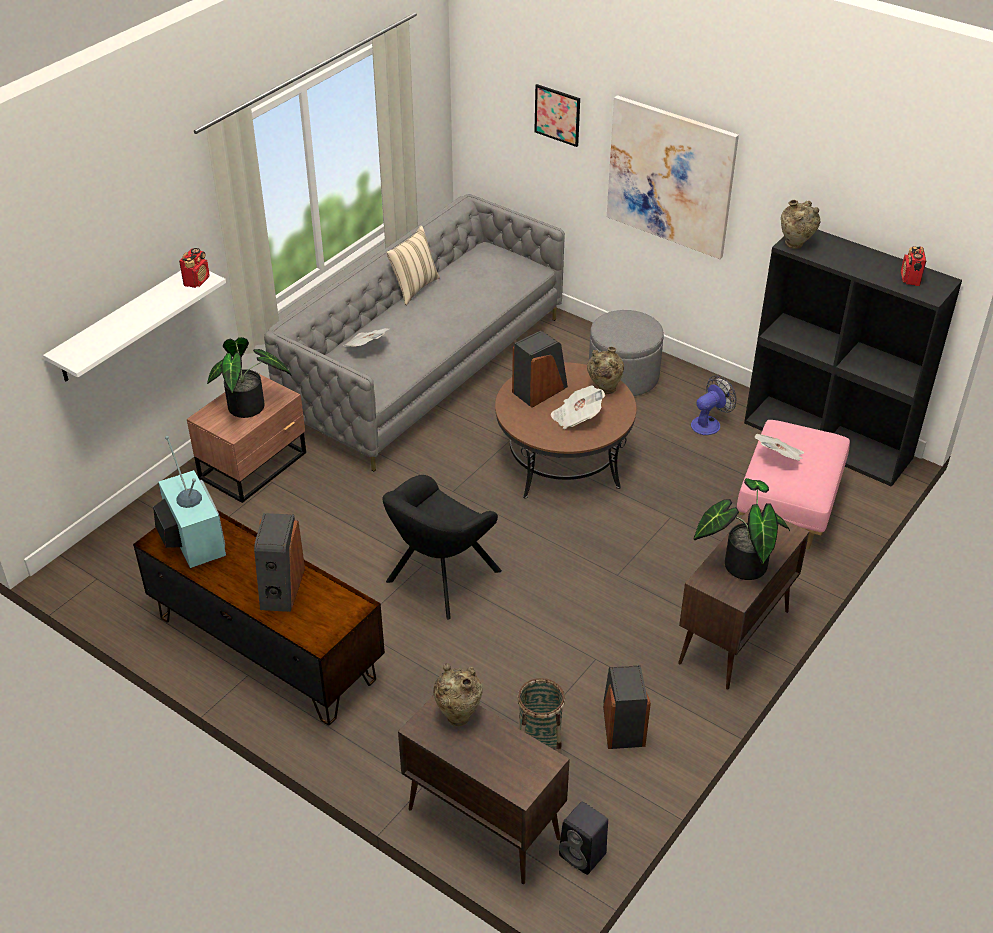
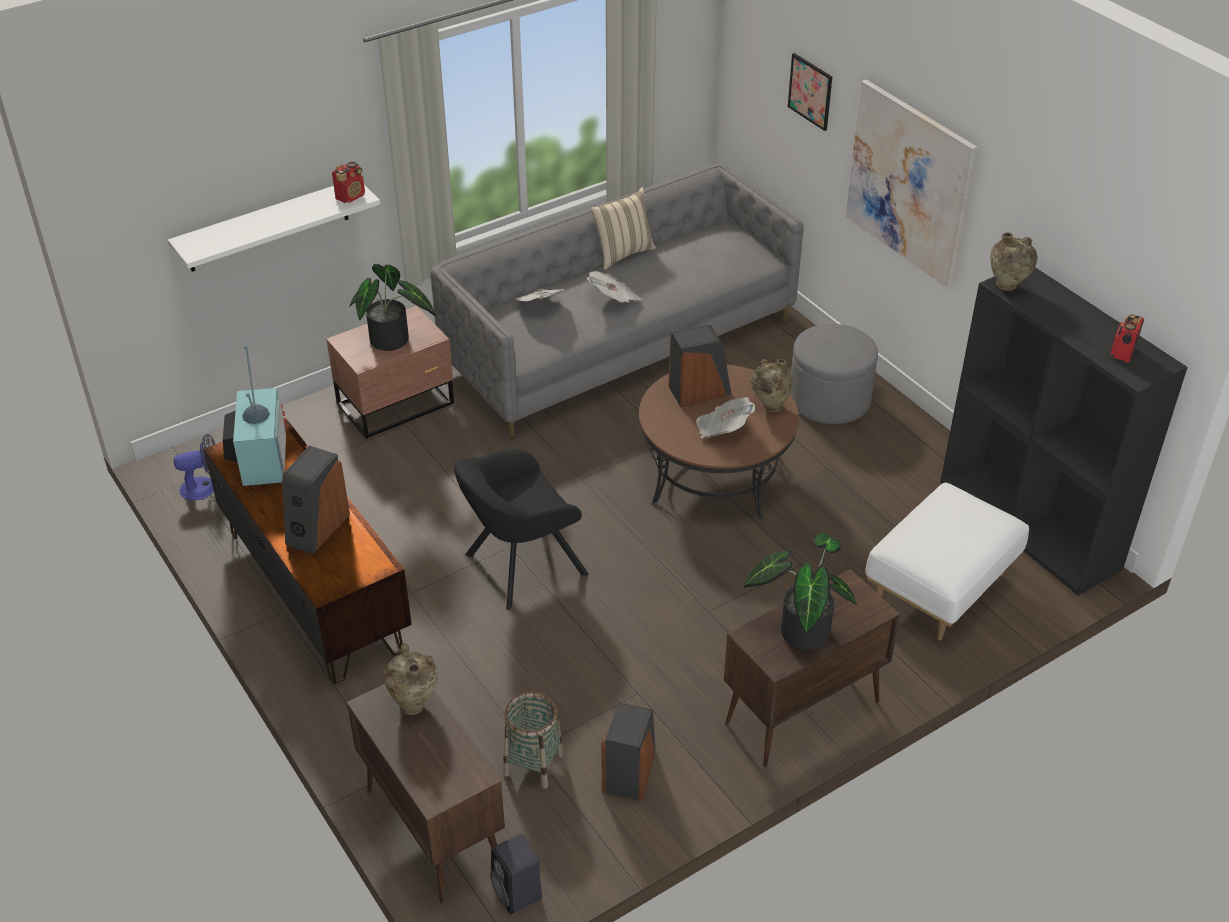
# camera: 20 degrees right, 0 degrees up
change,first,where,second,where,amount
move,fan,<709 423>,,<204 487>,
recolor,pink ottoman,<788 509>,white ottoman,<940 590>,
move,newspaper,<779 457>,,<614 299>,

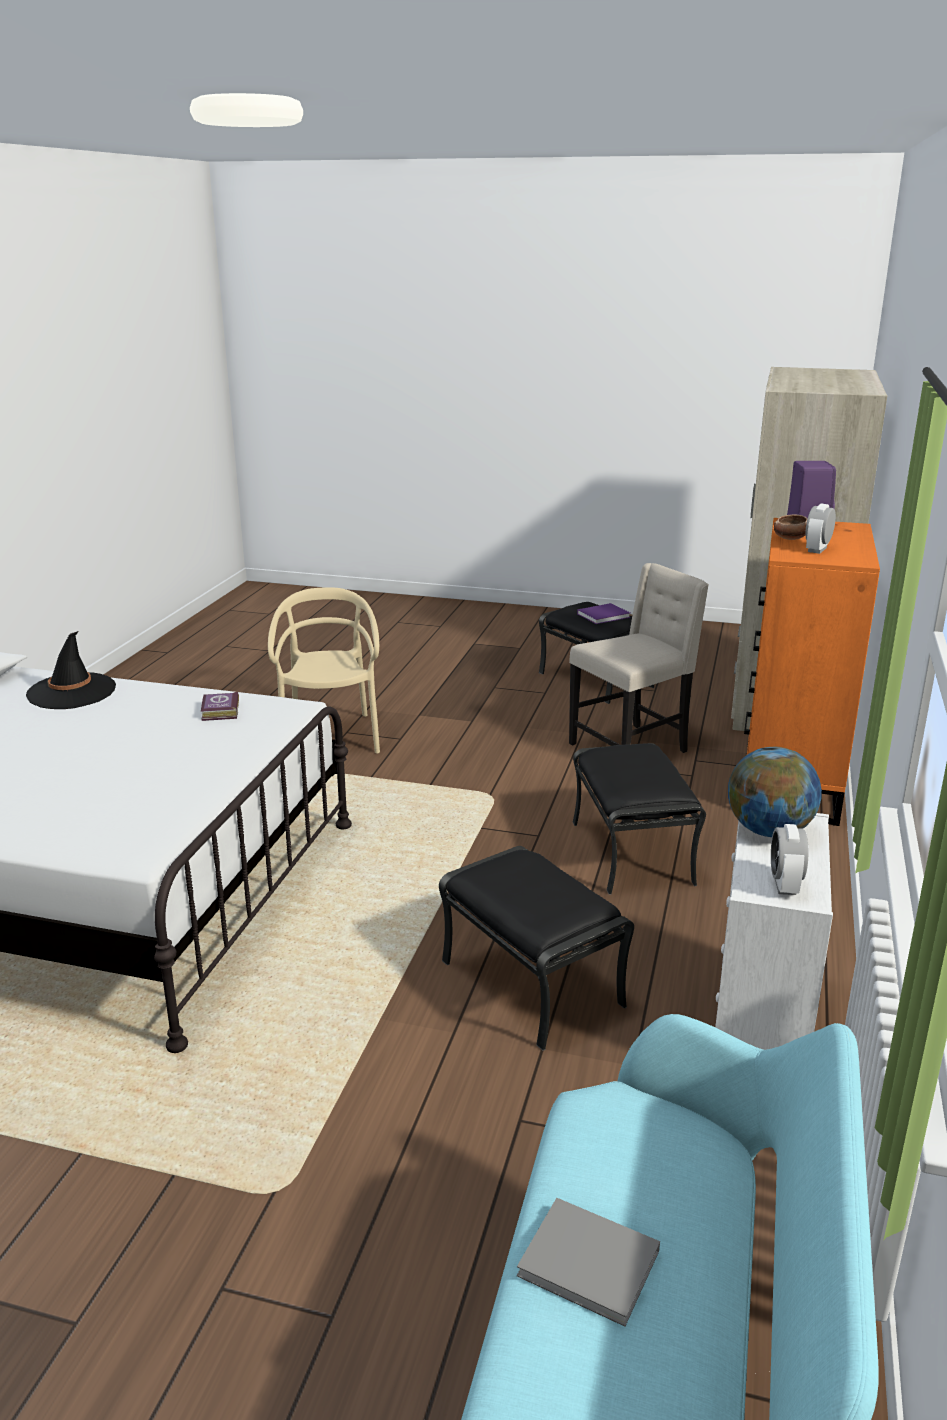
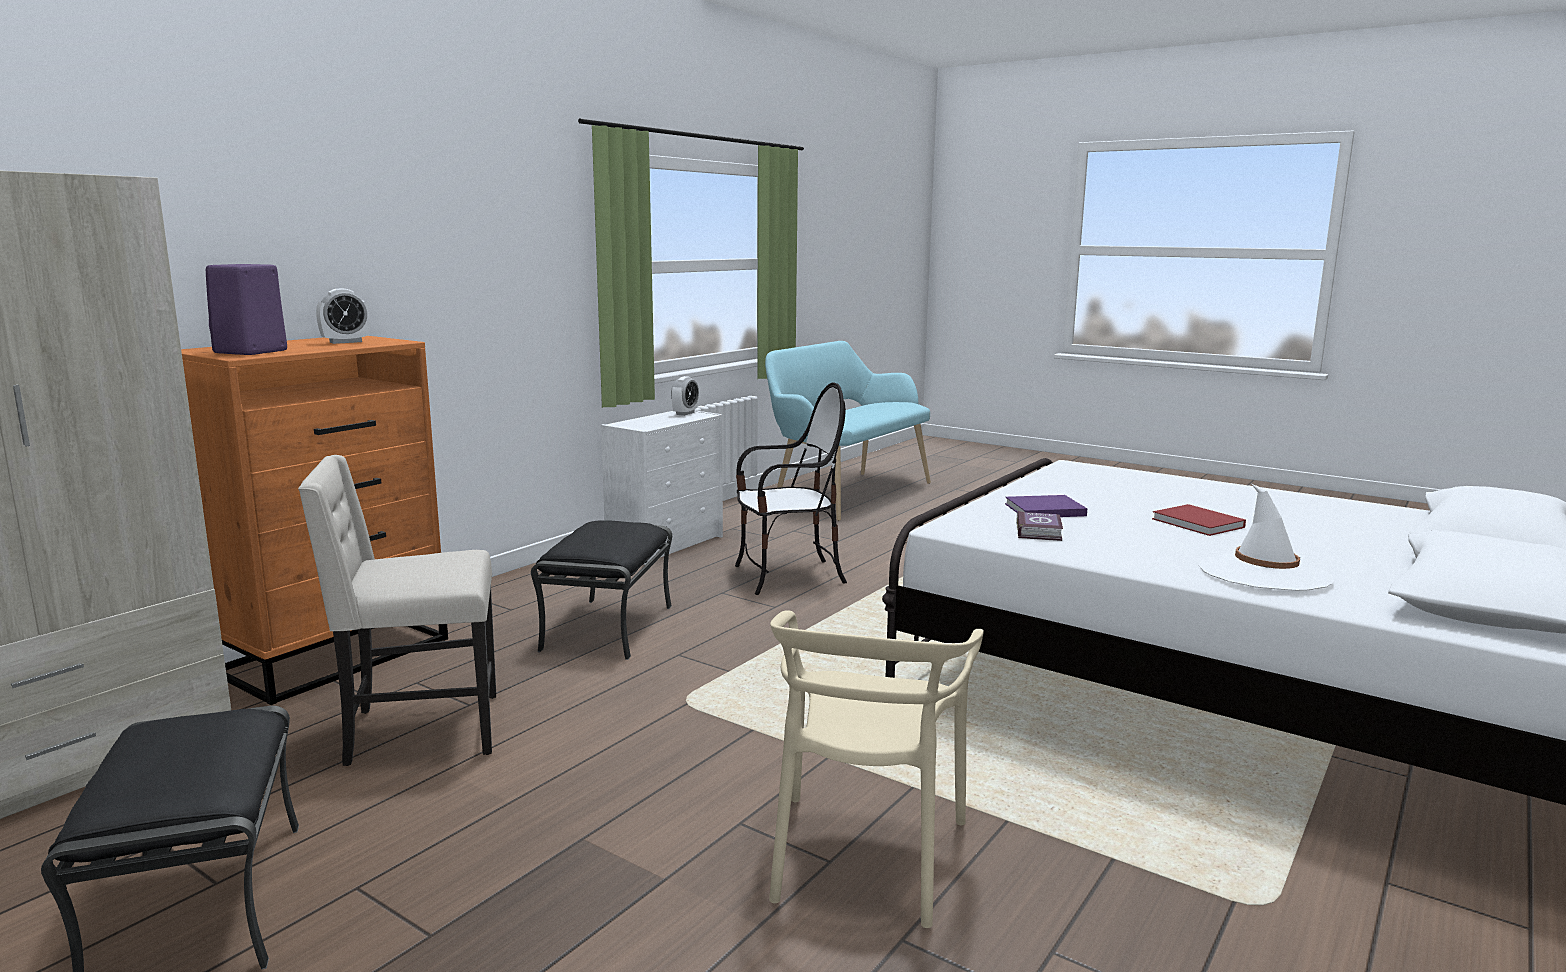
# camera: 160 degrees left, 10 degrees down
change,first,where,second,where,amount
recolor,black hat,<71 692>,white hat,<1264 574>,
replace,black ottoman,<529 983>,chair,<788 576>,
delete,grey book,<592 1265>,,,
move,purple book,<604 615>,,<1042 510>,
delete,globe,<769 831>,,,
delete,bowl,<791 538>,,,
insert,,,red book,<1200 523>,

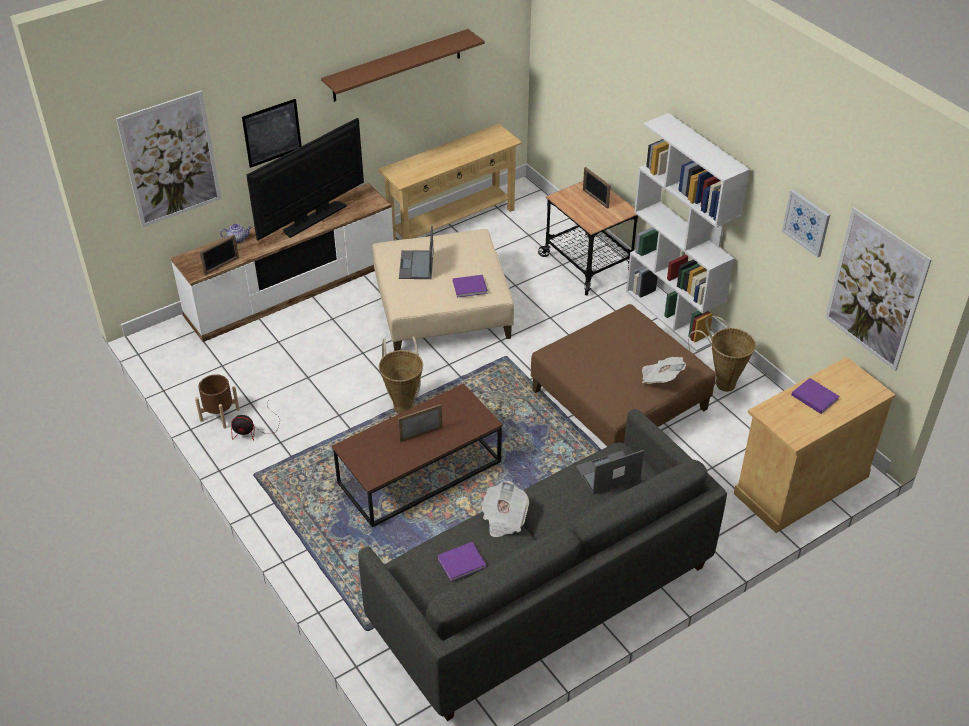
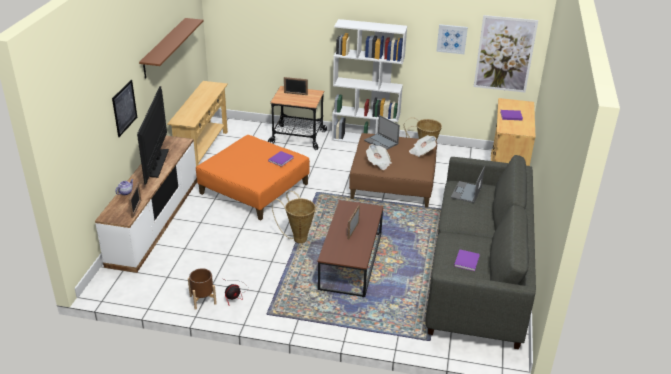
# camera: 45 degrees left, 10 degrees down
change,first,where,second,where,amount
delete,picture,<170 160>,,,
recolor,beige ottoman,<442 309>,orange ottoman,<254 189>,
move,laptop,<416 265>,,<381 142>,
move,newspaper,<504 518>,,<378 163>,

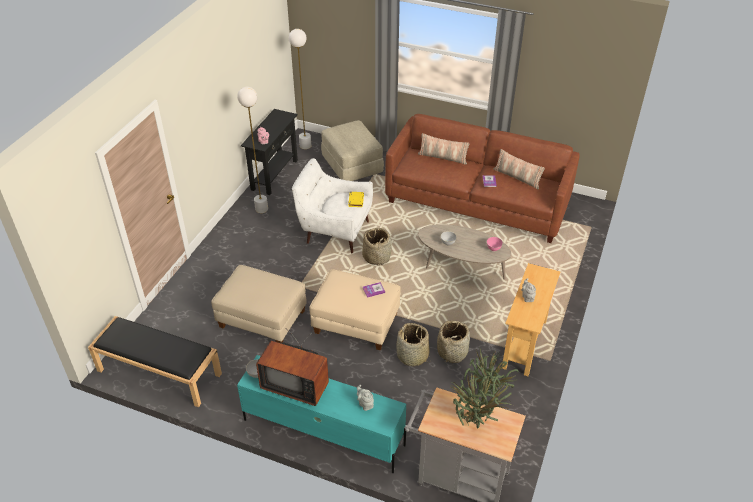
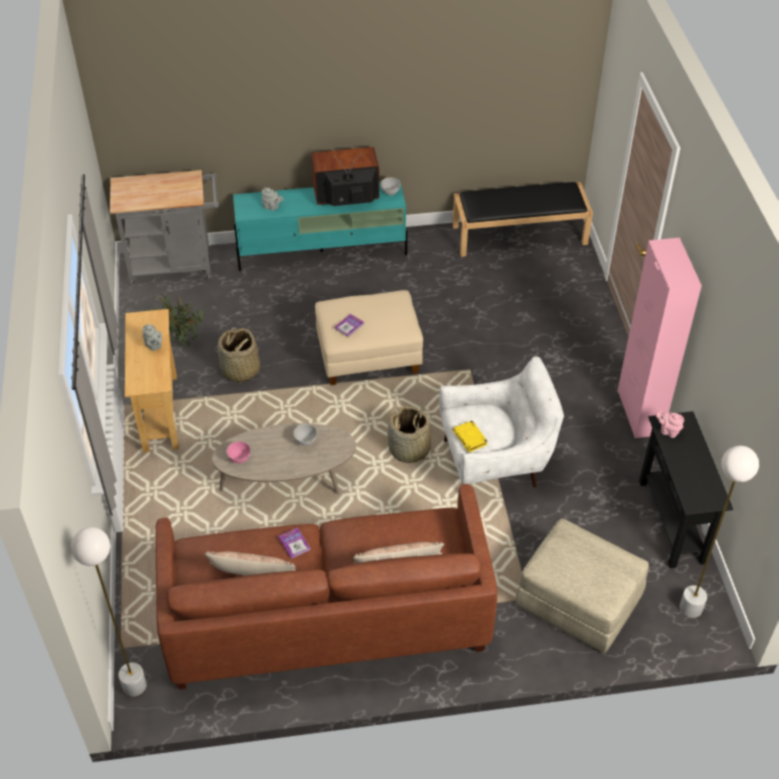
# camera: 150 degrees right, 5 degrees up
change,first,where,second,where,amount
delete,beige ottoman,<262 319>,,,
move,white floor lamp,<261 209>,,<134 686>,
delete,basket,<412 356>,,,
delete,potted plant,<476 423>,,,
insert,,,pink cabinet,<639 412>,

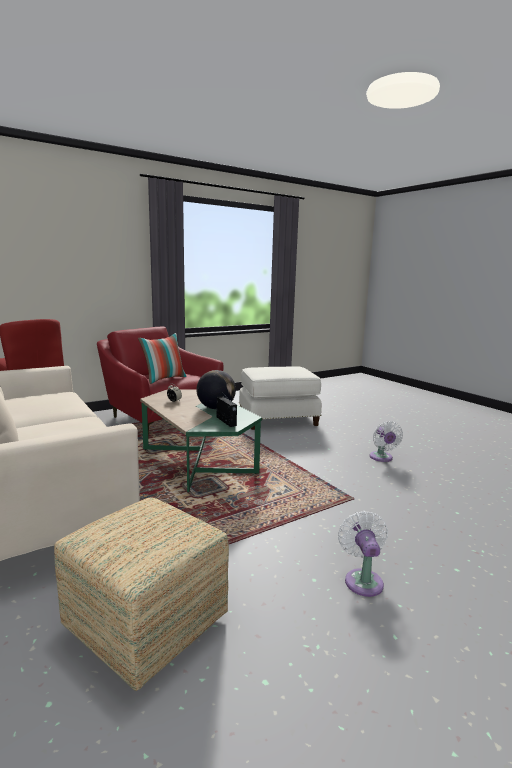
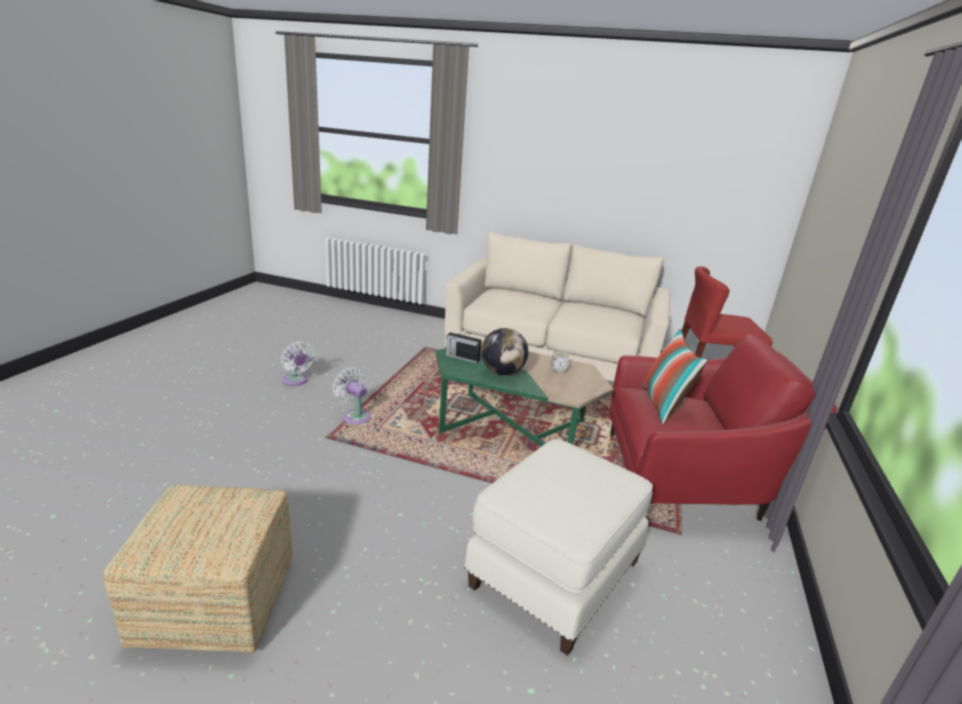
# camera: 140 degrees right, 10 degrees up
change,first,where,second,where,amount
move,ottoman,<144 623>,,<218 602>,
move,white fan,<382 458>,,<354 416>,

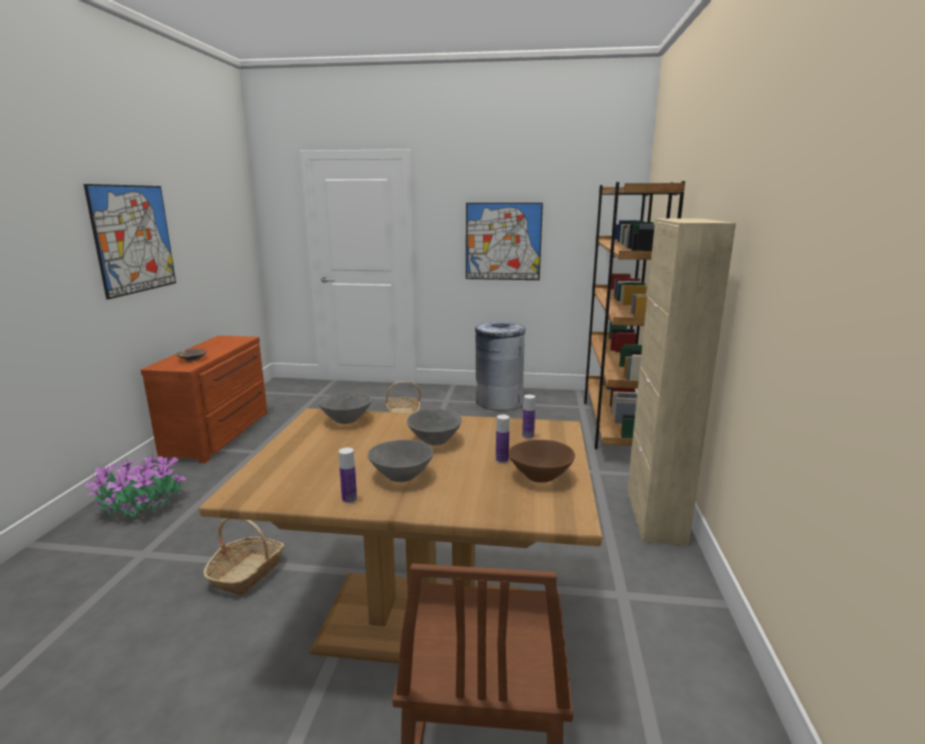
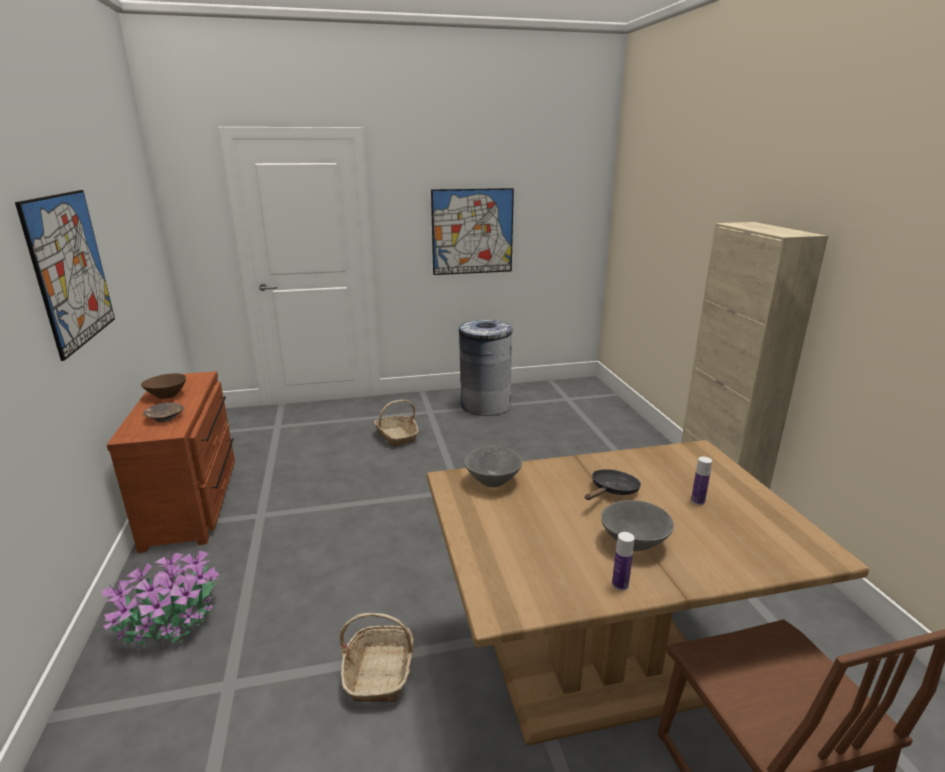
# camera: 20 degrees left, 5 degrees up
change,first,where,second,where,amount
replace,grey bowl,<434 441>,black frying pan,<612 491>,
move,brown bowl,<539 476>,,<167 395>,
delete,bottle,<528 436>,,,
delete,brown bookcase,<613 425>,,,

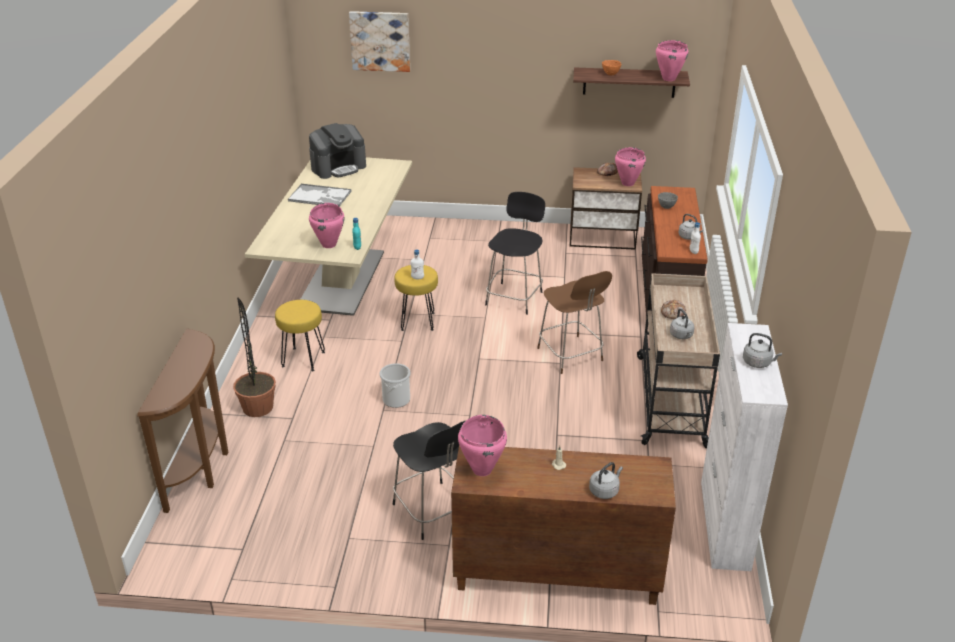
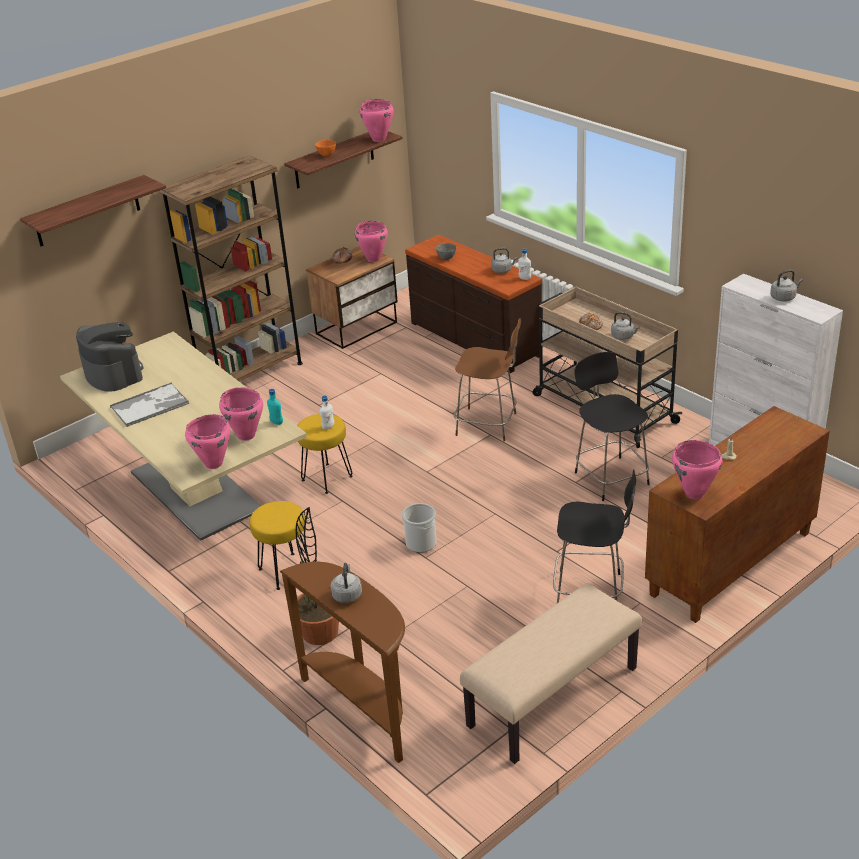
# camera: 45 degrees left, 0 degrees up
change,first,where,second,where,amount
rotate,coffee machine,<338 167>,,<113 373>,45 degrees counterclockwise
replace,picture,<380 41>,shelf,<87 211>,
move,black chair,<515 297>,,<610 477>,
move,grey kettle,<605 490>,,<347 594>,
insert,,,brown bookcase,<251 374>,
insert,,,pink cooking pot,<213 463>,
insert,,,beige bench,<553 698>,

